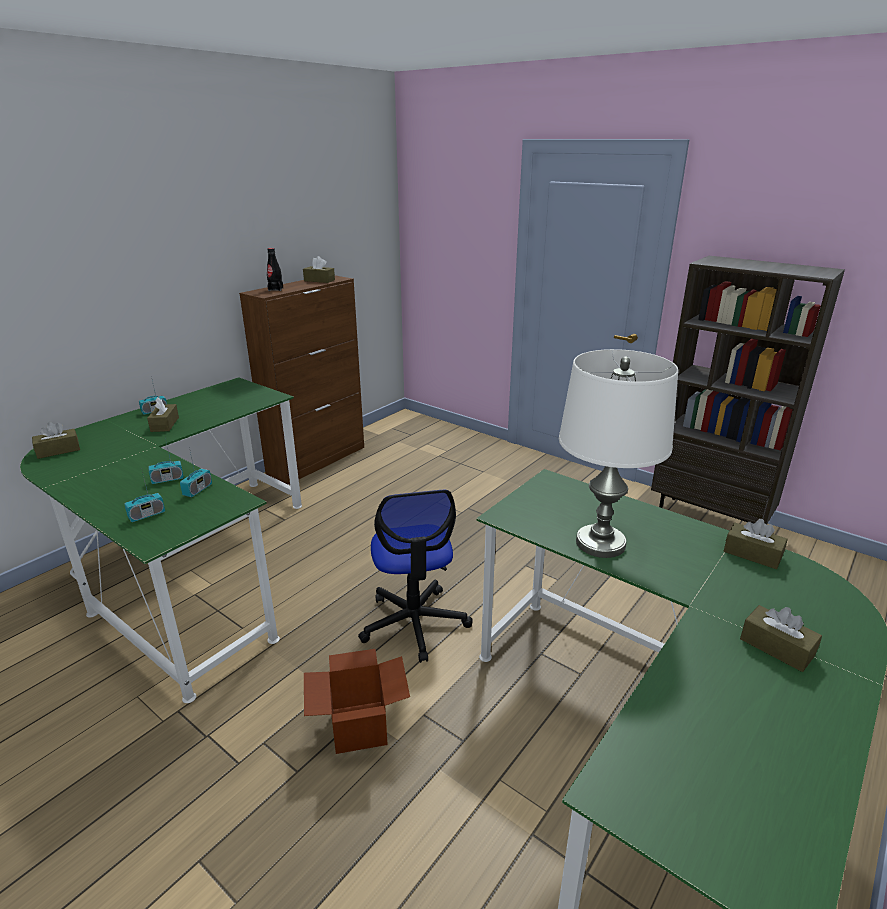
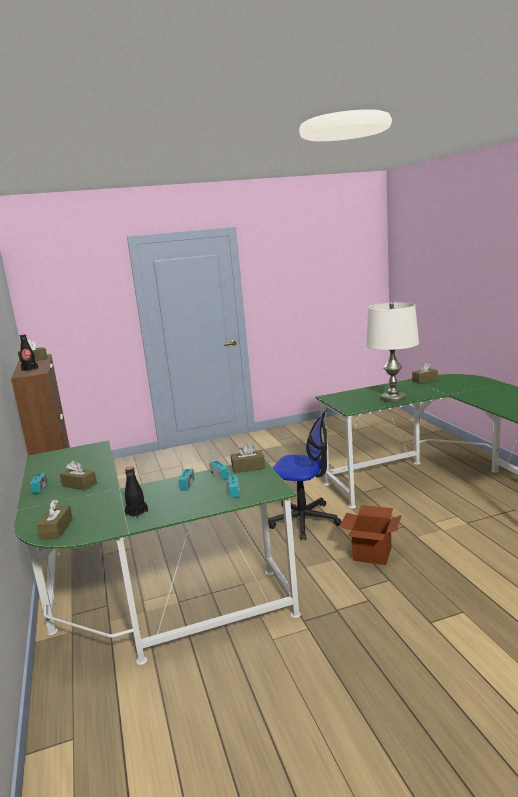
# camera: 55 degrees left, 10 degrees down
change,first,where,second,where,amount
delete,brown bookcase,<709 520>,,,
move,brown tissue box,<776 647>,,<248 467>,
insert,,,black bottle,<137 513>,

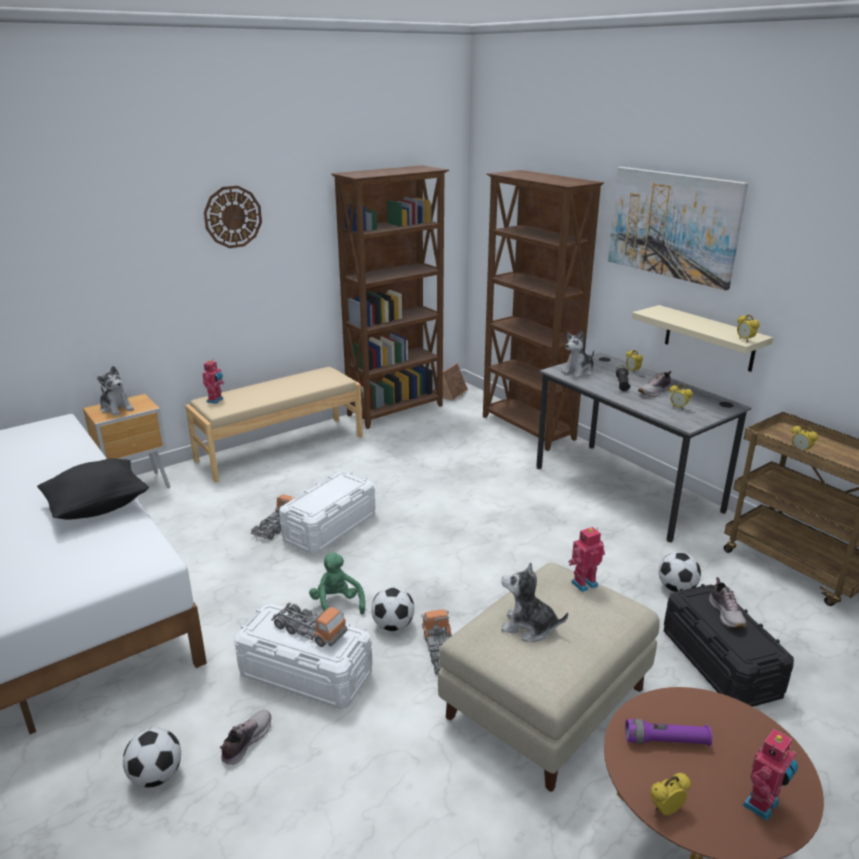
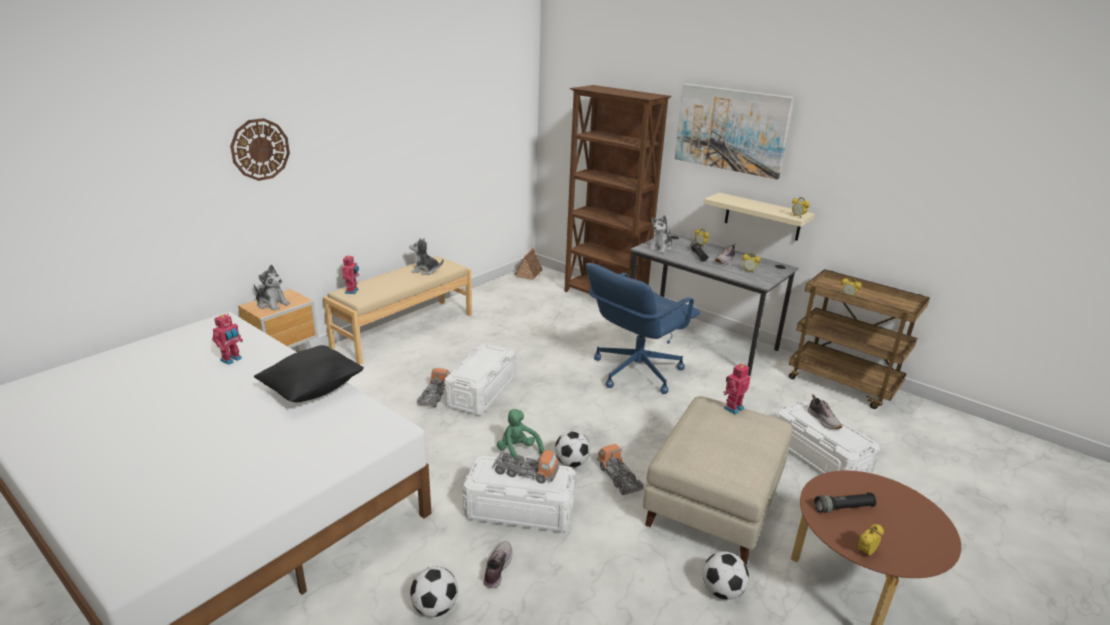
# camera: 15 degrees left, 0 degrees up
change,first,where,second,where,amount
move,wall clock,<233 217>,,<260 149>,
delete,brown bookcase,<396 411>,,,
move,plush toy,<529 627>,,<425 271>,
recolor,purple flashlight,<666 741>,black flashlight,<843 508>,
move,football,<676 588>,,<722 591>,
recolor,black storage box,<719 663>,white storage box,<819 458>,
move,toy robot,<763 805>,,<232 360>,
insert,,,blue office chair,<635 371>,

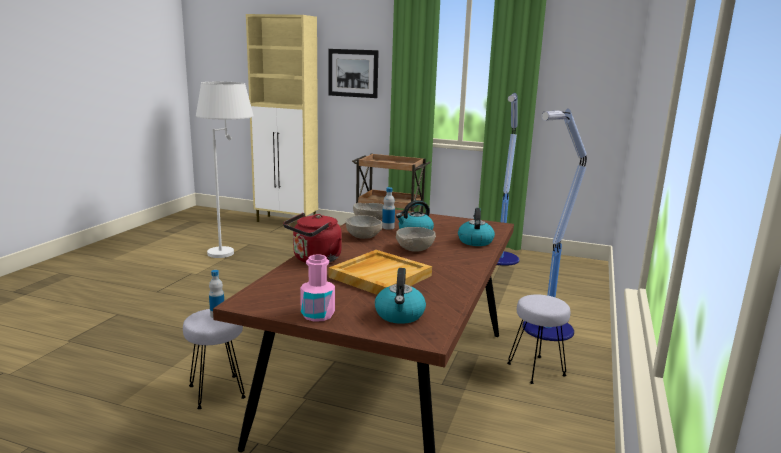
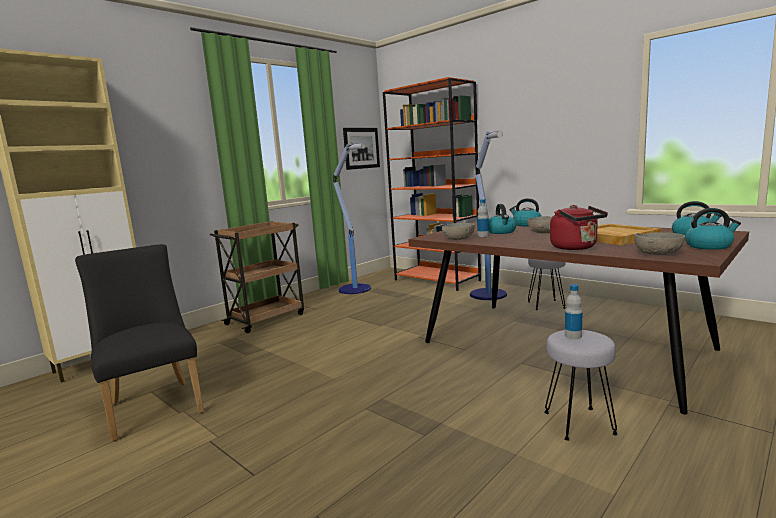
# camera: 65 degrees left, 5 degrees down
change,first,where,second,where,amount
replace,white floor lamp,<231 249>,black chair,<154 405>,
replace,pink bottle,<318 315>,kettle,<709 246>,
move,picture,<353 73>,,<361 148>,
move,grey bowl,<364 236>,,<657 253>,
insert,,,orange bookcase,<437 280>,

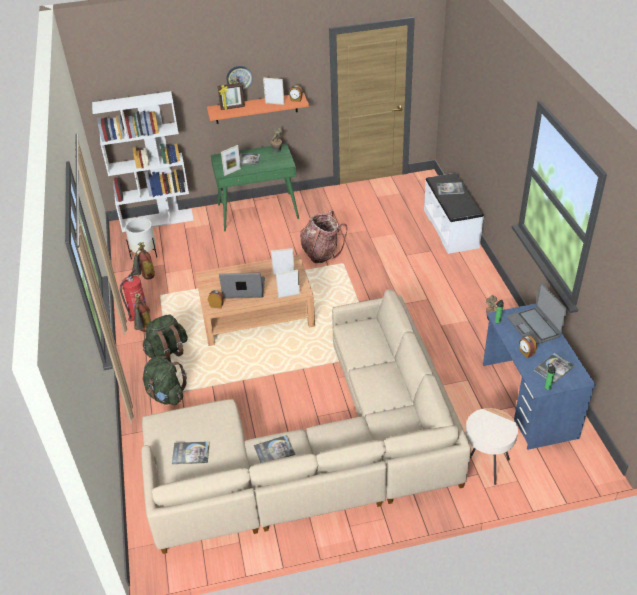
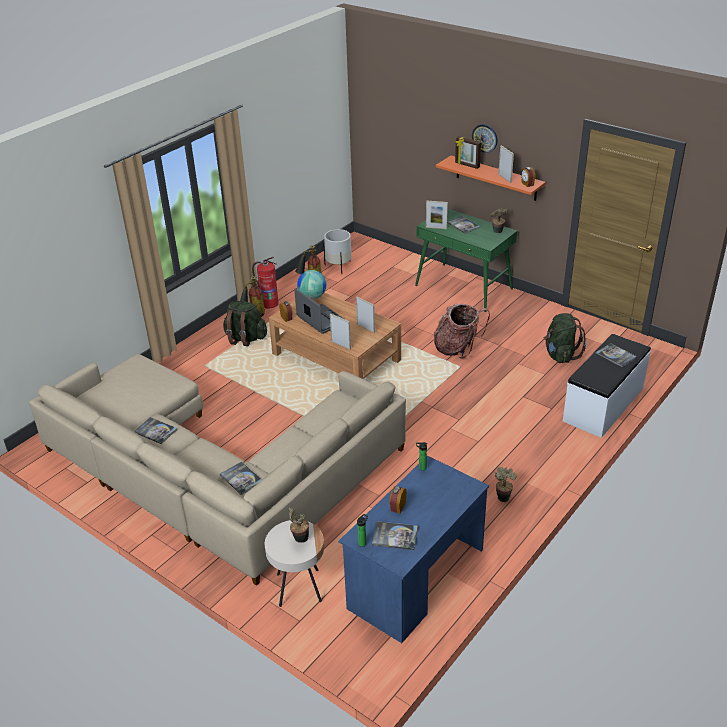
# camera: 50 degrees right, 5 degrees down
change,first,where,second,where,amount
delete,white bookcase,<157 220>,,,
move,green backpack,<166 395>,,<560 355>,
move,book,<191 453>,,<241 478>,
delete,laptop,<534 327>,,,
insert,,,potted plant,<299 538>,
insert,,,globe,<312 296>,

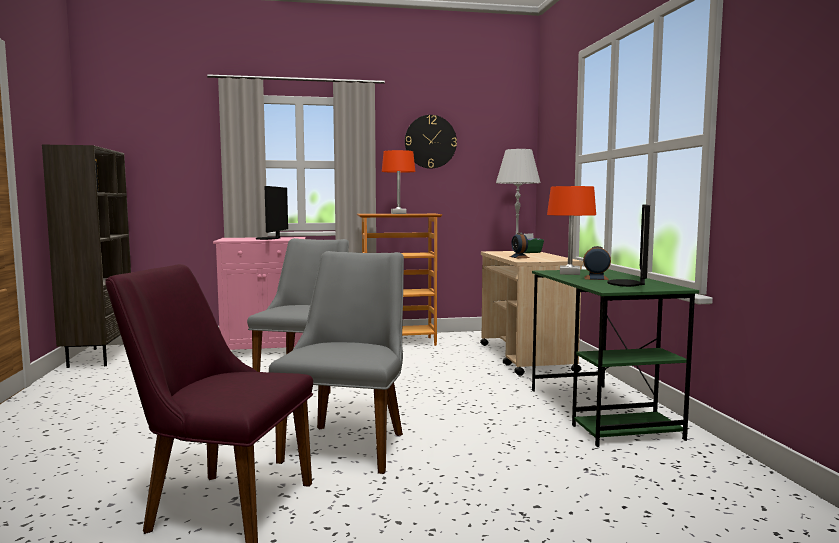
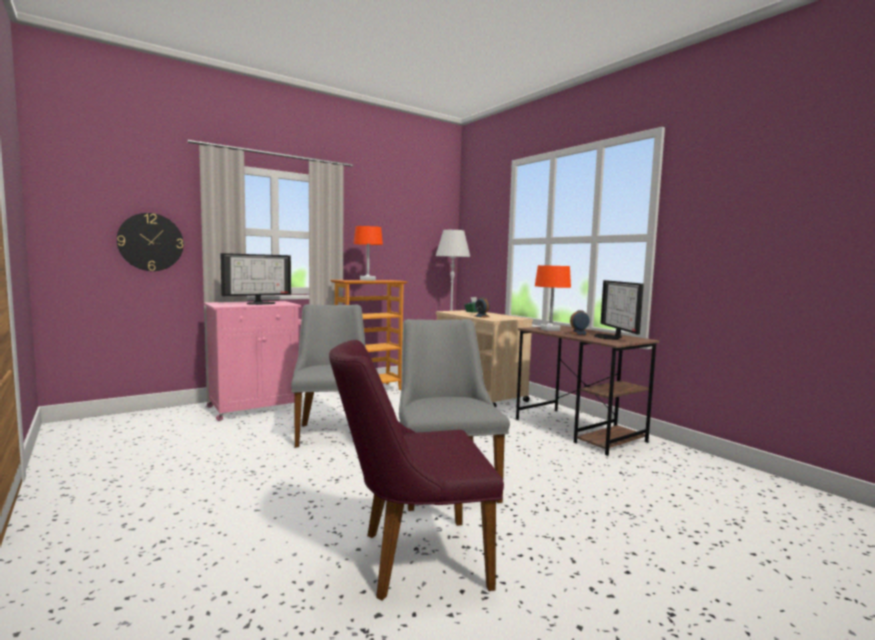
# camera: 25 degrees left, 0 degrees up
change,first,where,second,where,amount
delete,brown bookcase,<99 357>,,,
rotate,monitor,<270 238>,,<260 303>,105 degrees counterclockwise
move,wall clock,<430 141>,,<150 242>,
recolor,green desk,<601 413>,brown desk,<579 430>,

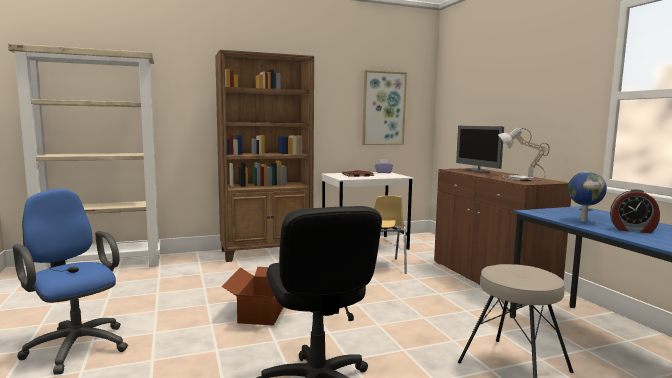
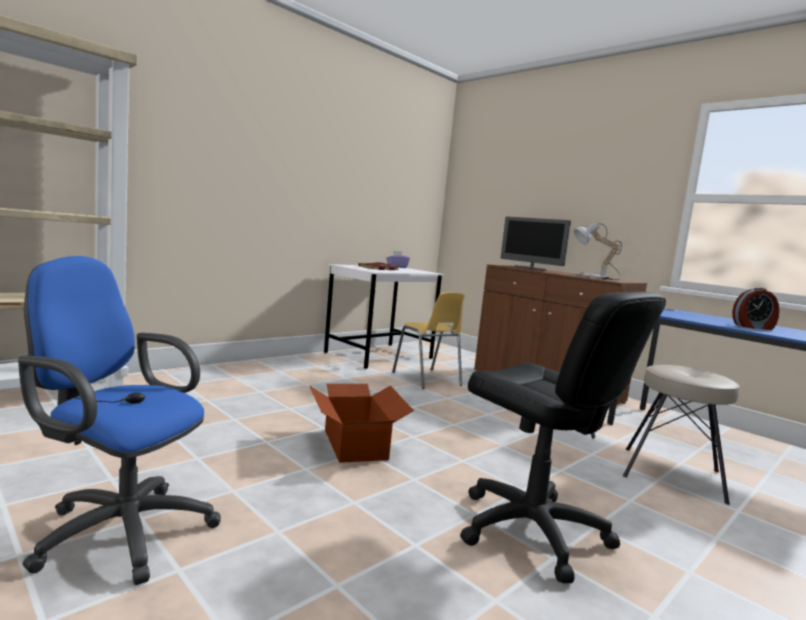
# camera: 25 degrees left, 0 degrees up
change,first,where,second,where,amount
delete,brown bookcase,<266 252>,,,
delete,picture,<383 108>,,,
delete,globe,<583 220>,,,

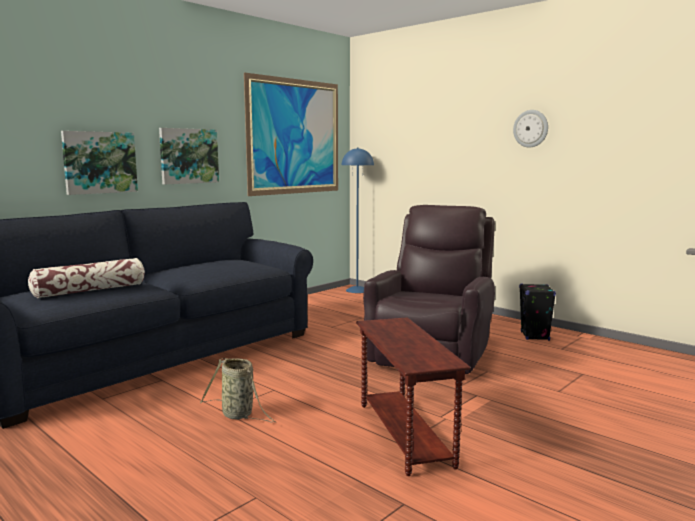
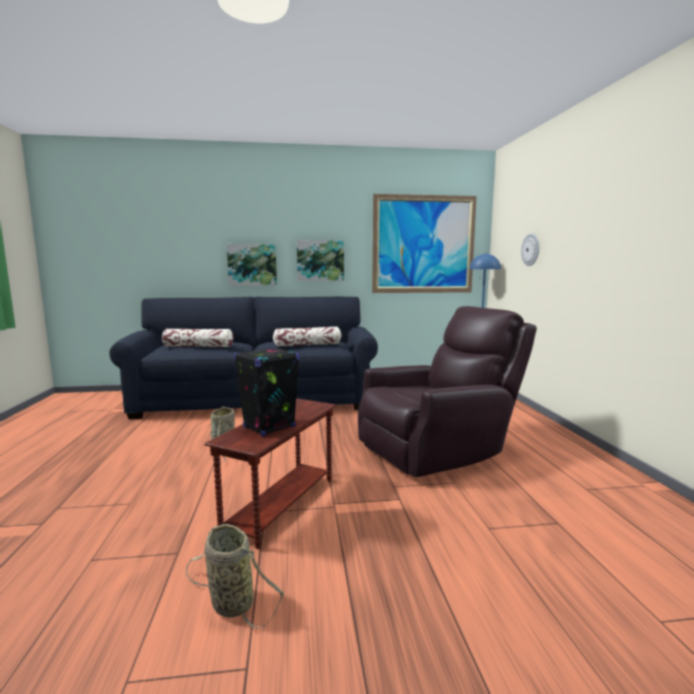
# camera: 40 degrees right, 0 degrees up
change,first,where,second,where,amount
move,wall clock,<531 128>,,<531 249>,
move,black speaker,<535 336>,,<269 427>,
insert,,,basket,<229 602>,
insert,,,pillow,<307 345>,

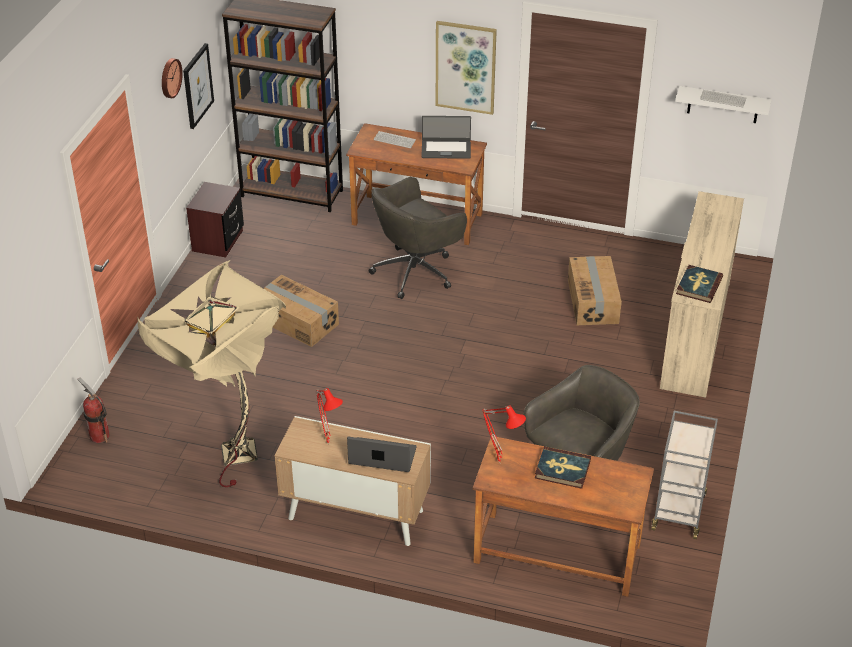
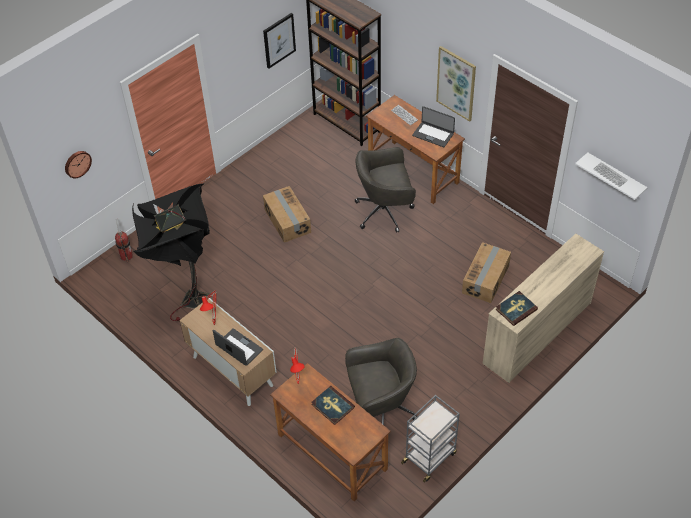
# camera: 30 degrees right, 10 degrees up
change,first,where,second,where,amount
recolor,beige floor lamp,<228 454>,black floor lamp,<188 298>,
move,wall clock,<169 78>,,<77 163>,
delete,brown nightstand,<218 241>,,,

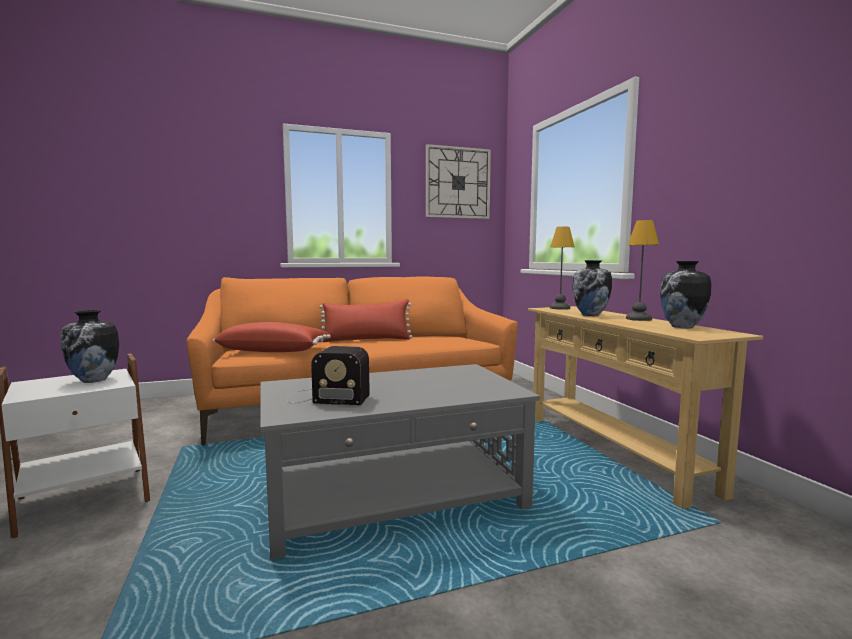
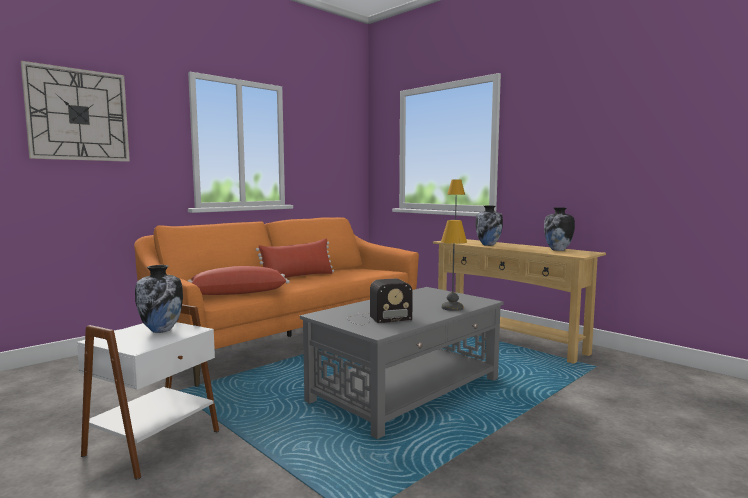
# camera: 25 degrees left, 0 degrees up
change,first,where,second,where,amount
move,wall clock,<457 183>,,<78 115>,
move,table lamp,<639 319>,,<453 307>,

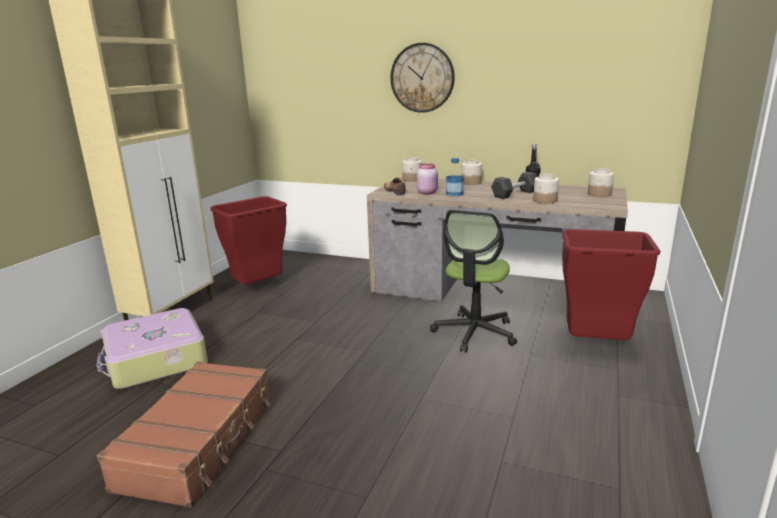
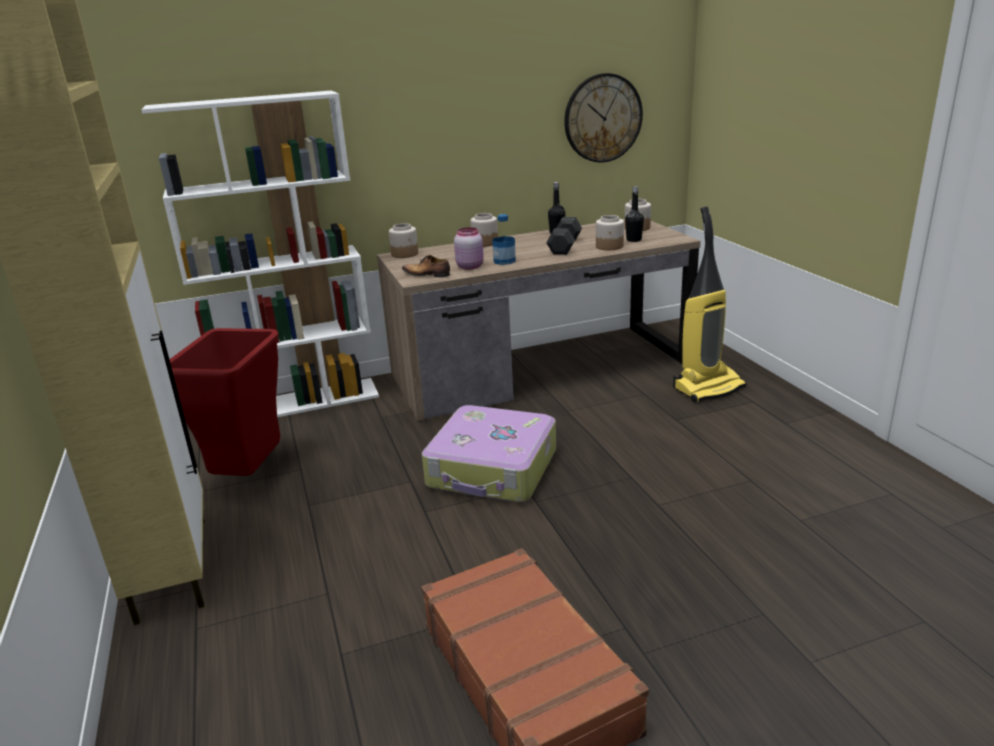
# camera: 40 degrees left, 5 degrees up
change,first,where,second,where,amount
move,suitcase,<156 360>,,<493 469>,
move,wall clock,<422 78>,,<602 118>,
delete,office chair,<474 333>,,,
replace,red trash can,<596 345>,vacuum cleaner,<708 387>,
insert,,,white bookcase,<299 402>,
insert,,,black bottle,<634 240>,

